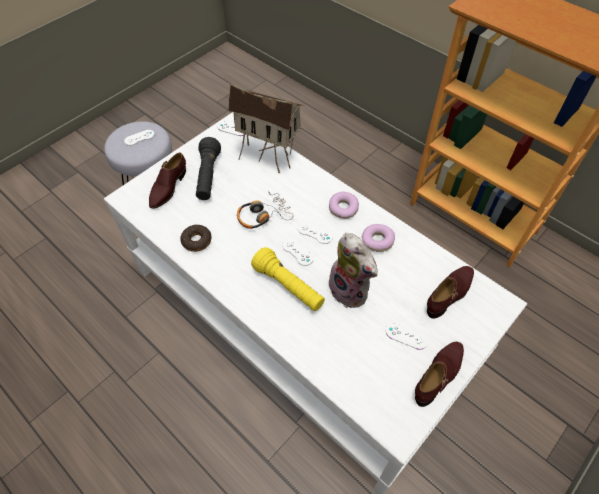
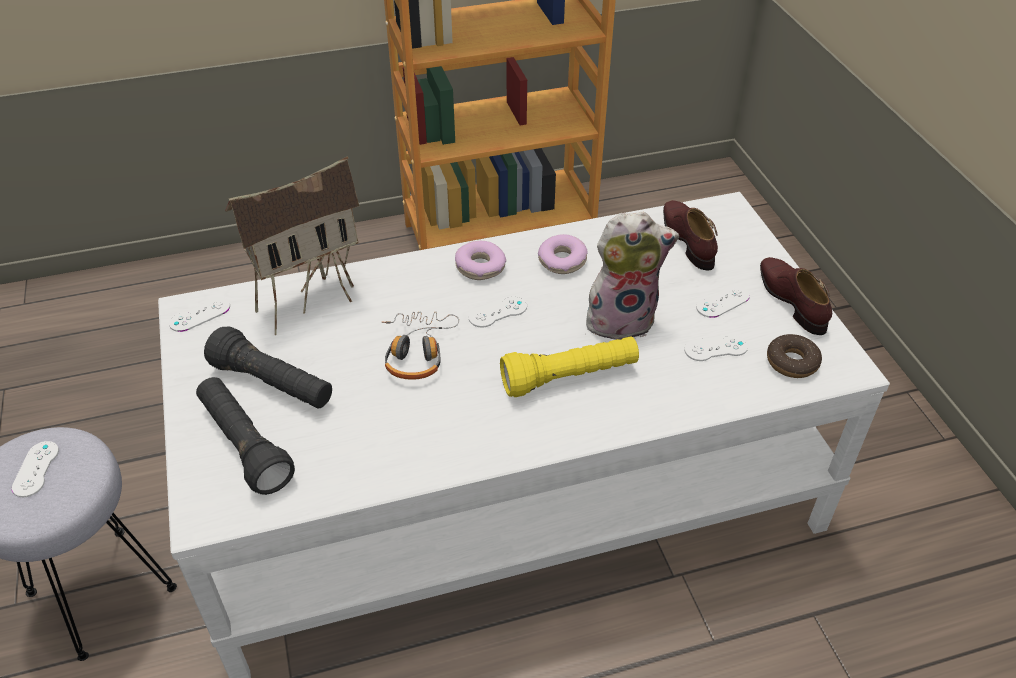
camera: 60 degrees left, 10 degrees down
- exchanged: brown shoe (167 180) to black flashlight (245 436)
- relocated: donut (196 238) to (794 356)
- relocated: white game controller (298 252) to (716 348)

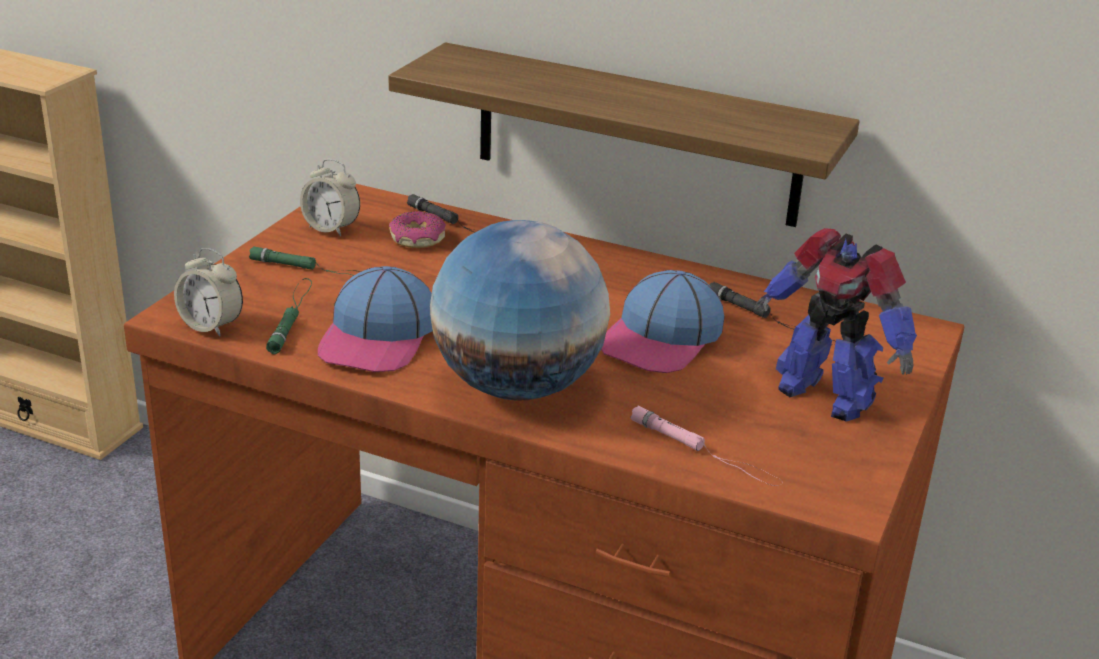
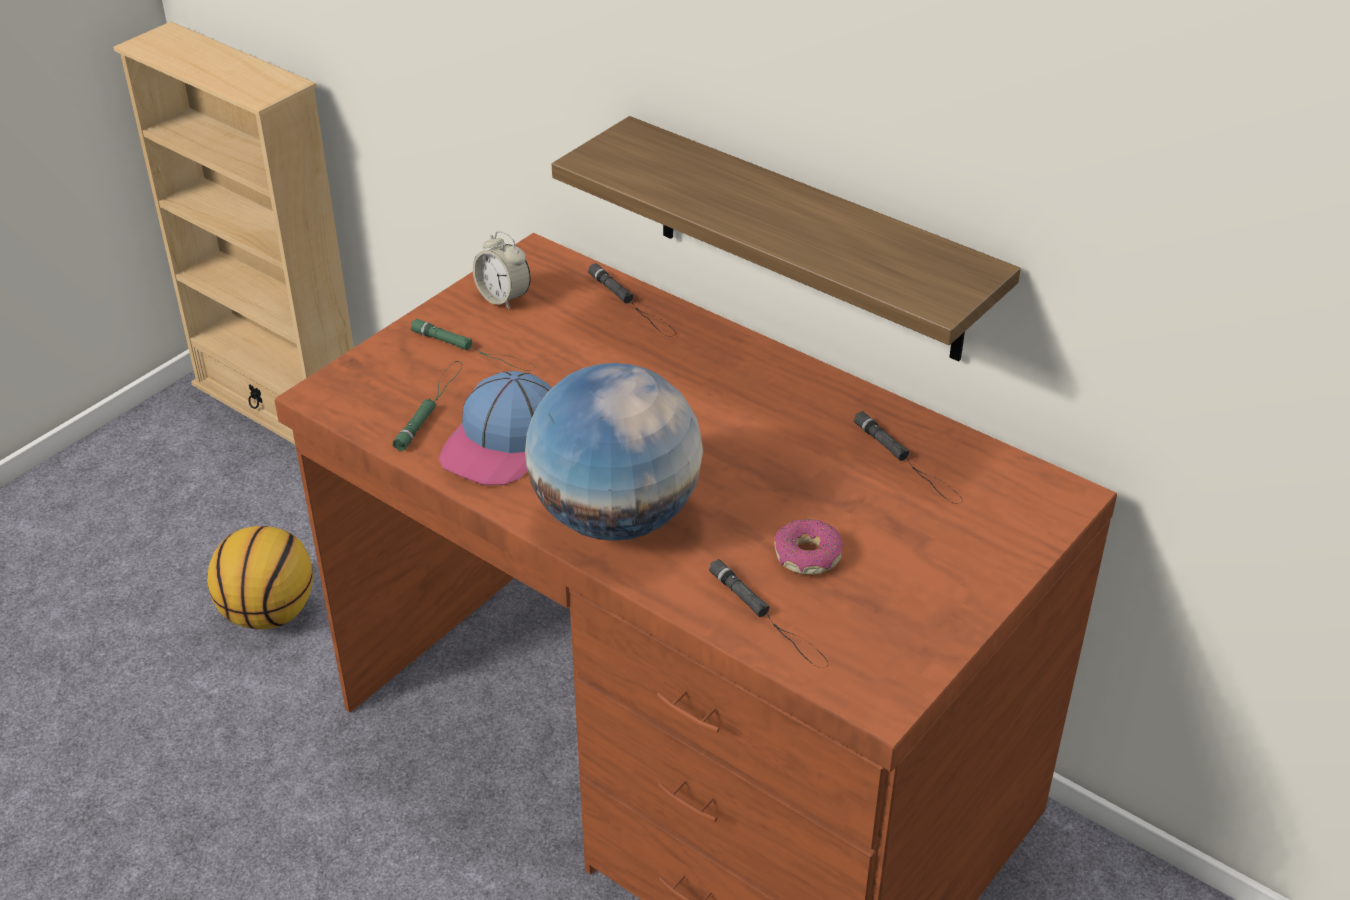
camera: 15 degrees right, 10 degrees up
- relocated: donut (417 229) to (808 547)
- missing: toy robot (836 325)
- missing: alarm clock (208 292)
- missing: cap (663 321)
- colour: pink flashlight (706 446) to black flashlight (768 613)
- appeared: basketball (260 577)

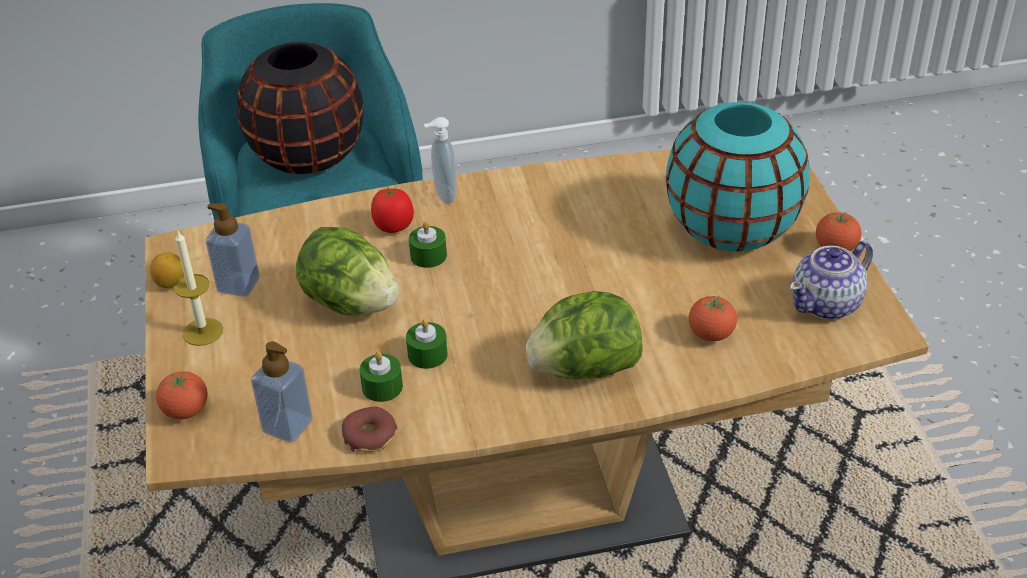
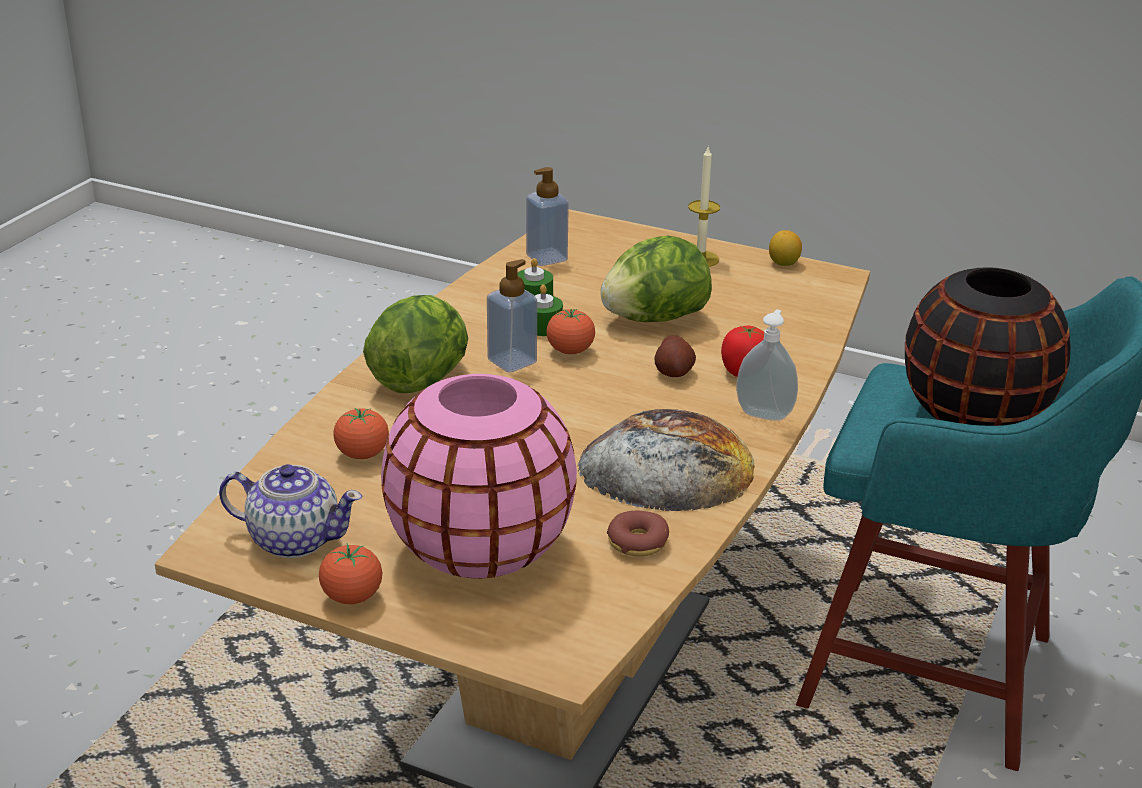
camera: 125 degrees right, 10 degrees down
- colour: turquoise vase (738 176) to pink vase (479 476)
- relocated: soap dispenser (233 250) to (512 316)
- exchanged: green candle (428 244) to potato (675 356)
- spun: teapot (831 280) = (290 511) 105 degrees clockwise
- relocated: tomato (182 395) to (570 331)
- relocated: donut (369 429) to (638 533)
- appeared: bread (666 460)

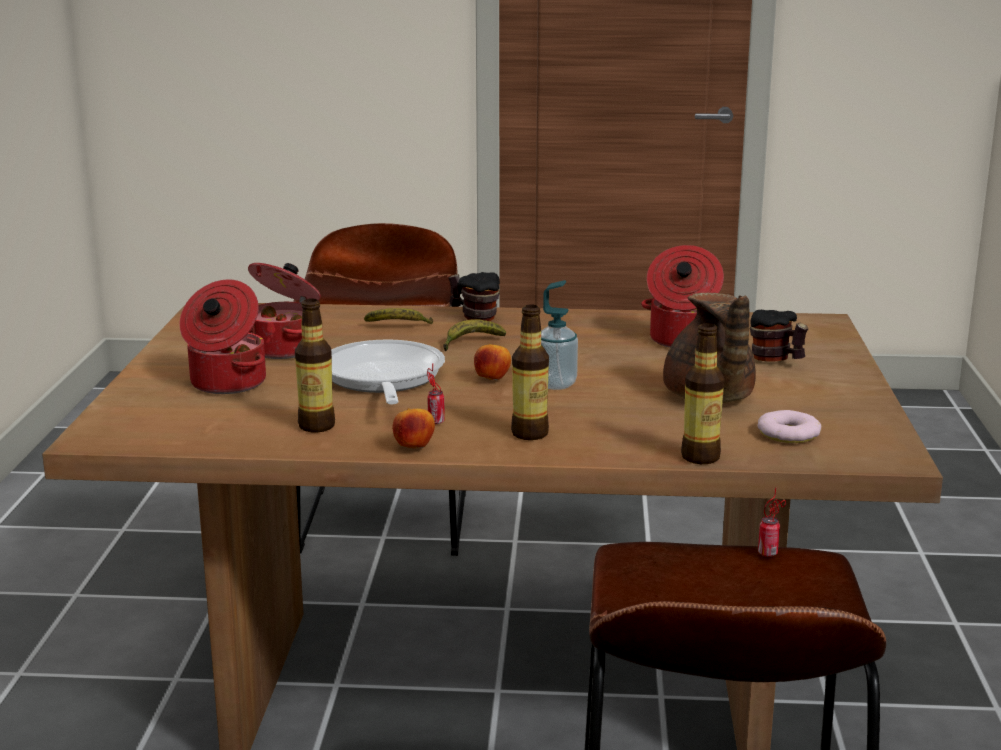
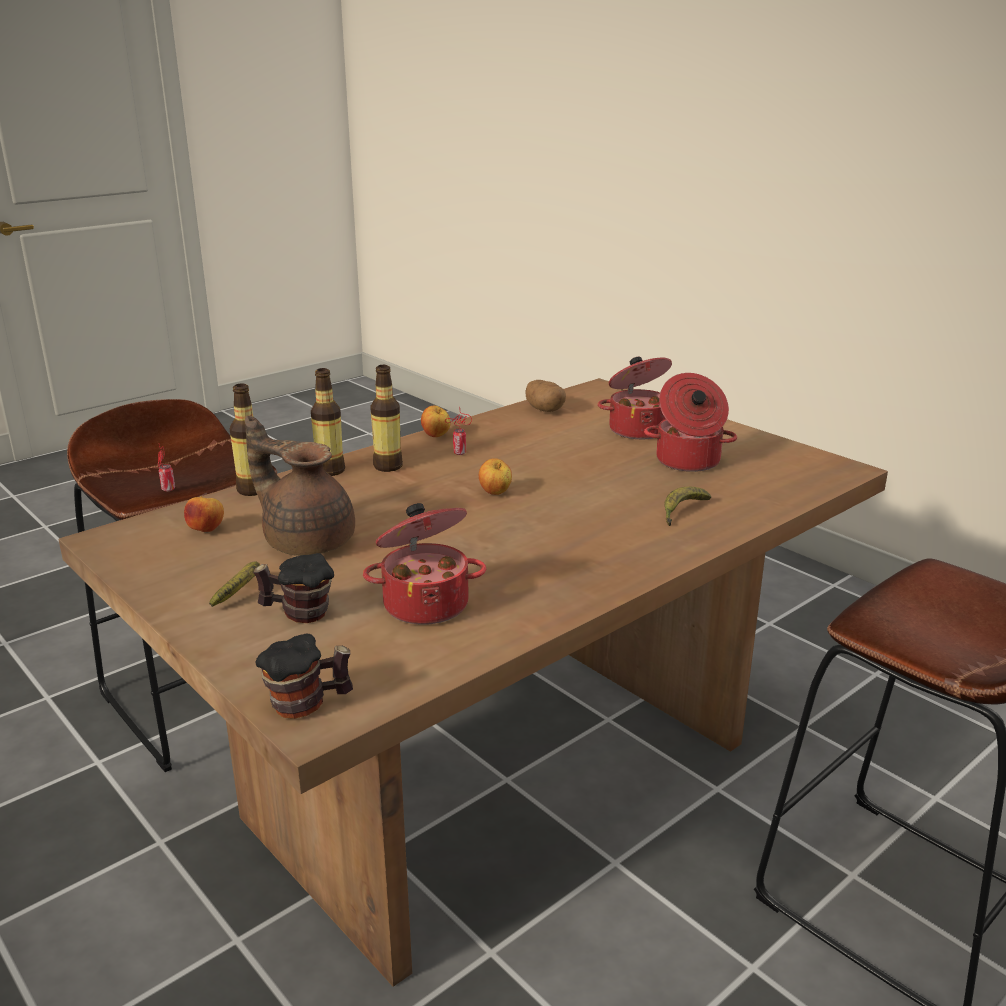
camera: 135 degrees right, 5 degrees up
- relocated: mug (474 296) to (304 676)
- missing: soap dispenser (559 335)
- relocated: bottle (315 365) to (328 422)
- relocated: banana (474 335) to (234 584)
- missing: frying pan (388 372)
- exchanged: donut (789 426) to apple (204 514)
- appeared: potato (545 396)

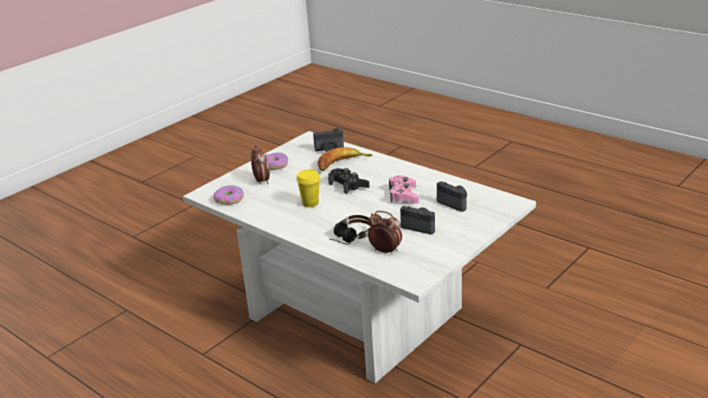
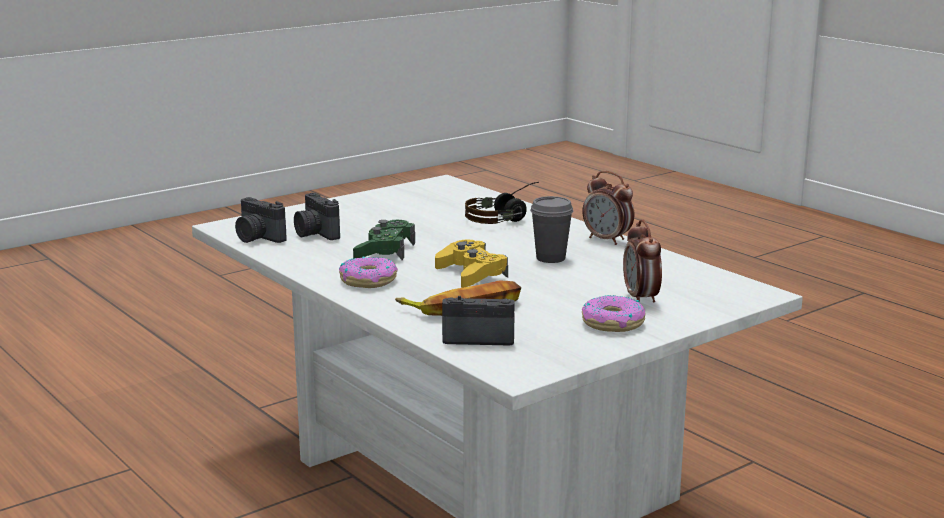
camera: 170 degrees left, 10 degrees down
- colour: black game controller (348 181) to yellow game controller (471 264)
- colour: yellow cup (308 188) to grey cup (551 229)
- colour: pink game controller (404 189) to green game controller (384 240)
- relocated: donut (228 195) to (368 272)
- relocated: photo camera (417 220) to (261 220)
- relocated: alarm clock (385 233) to (608 208)

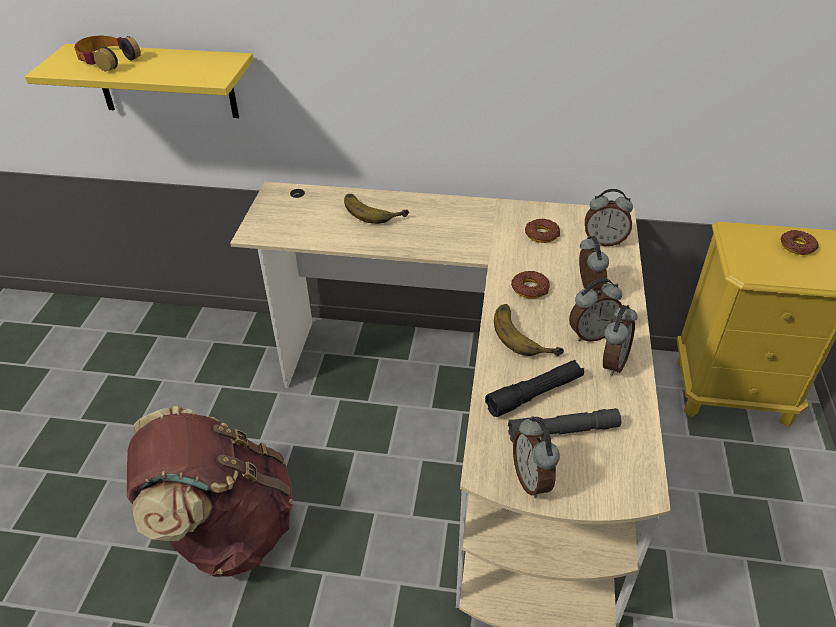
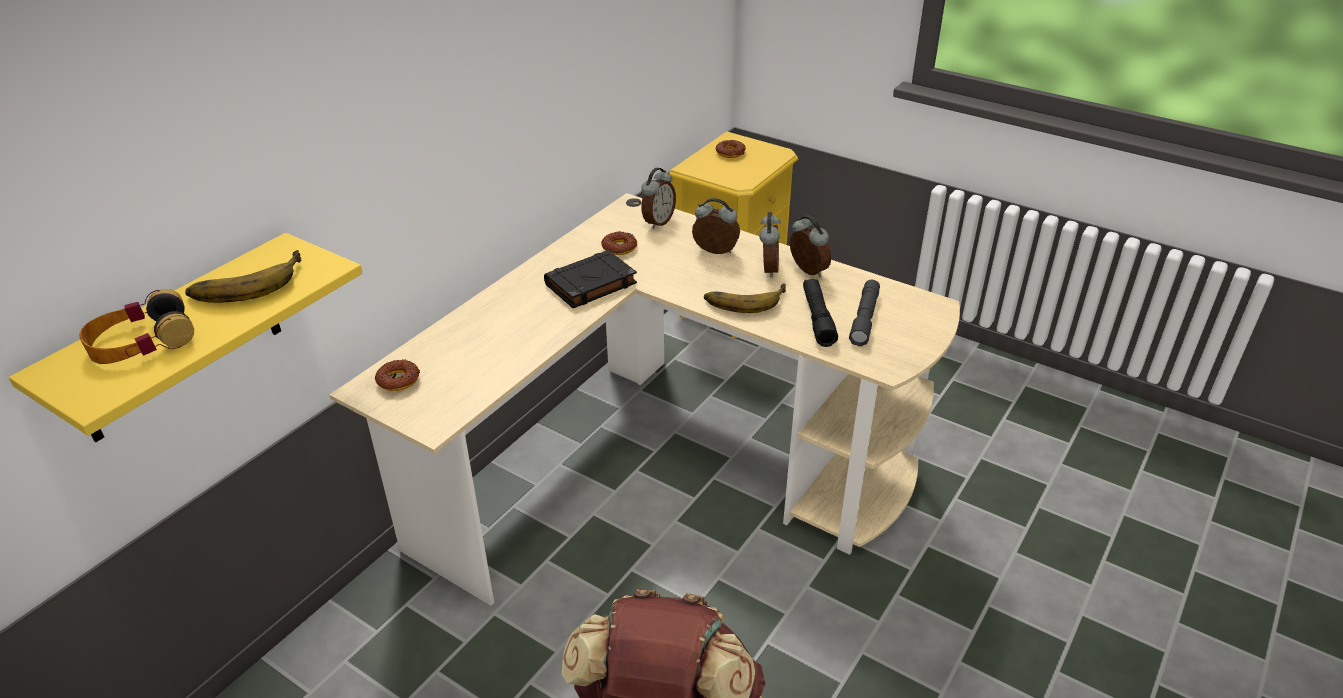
camera: 65 degrees left, 5 degrees down
- relocated: banana (376 209) to (243 276)
- relocated: donut (530 285) to (397 375)
- missing: alarm clock (536 457)
- appeared: black book (590 279)

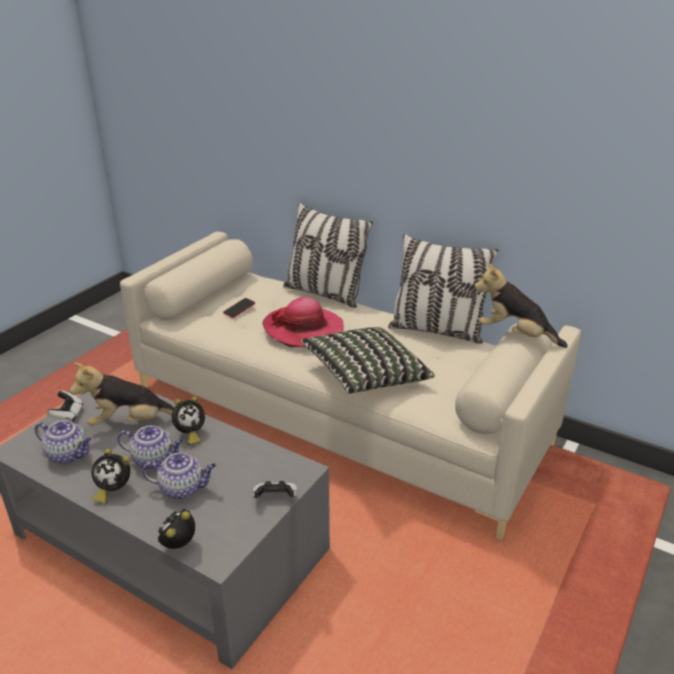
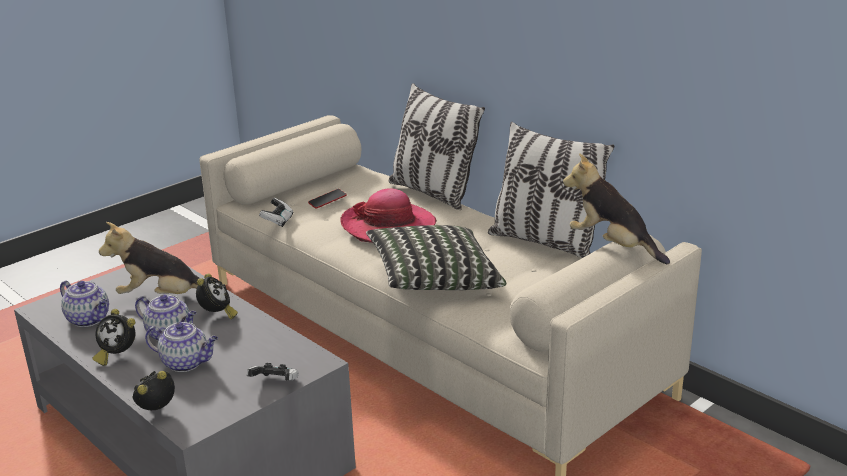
camera: 15 degrees right, 5 degrees down
- relocated: game controller (65 406) to (276 212)
- spun: alarm clock (188 421) = (217 296) 60 degrees counterclockwise

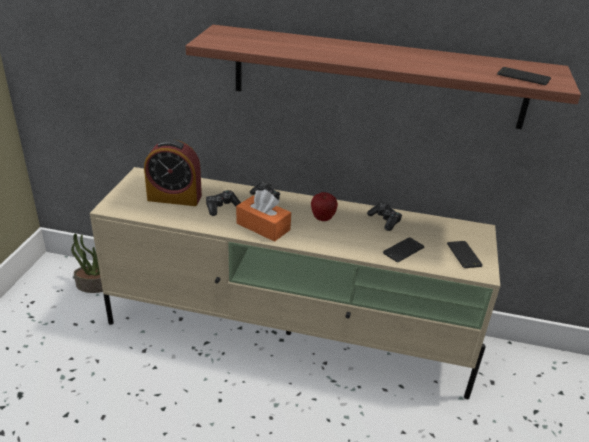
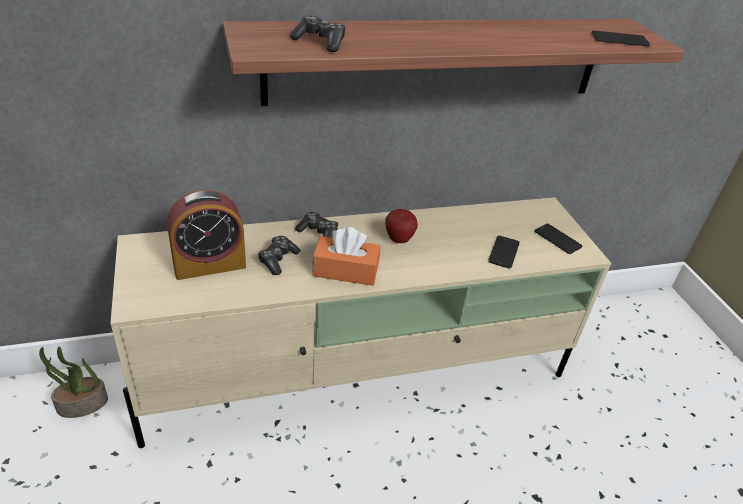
camera: 30 degrees left, 5 degrees up
- relocated: game controller (384 216) to (318 33)

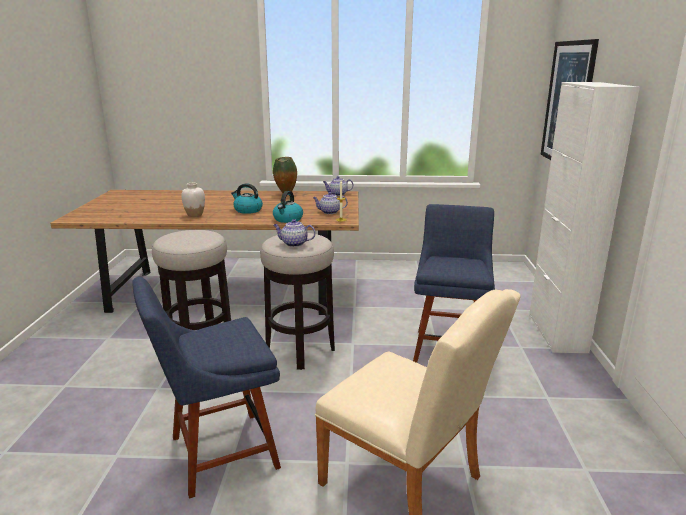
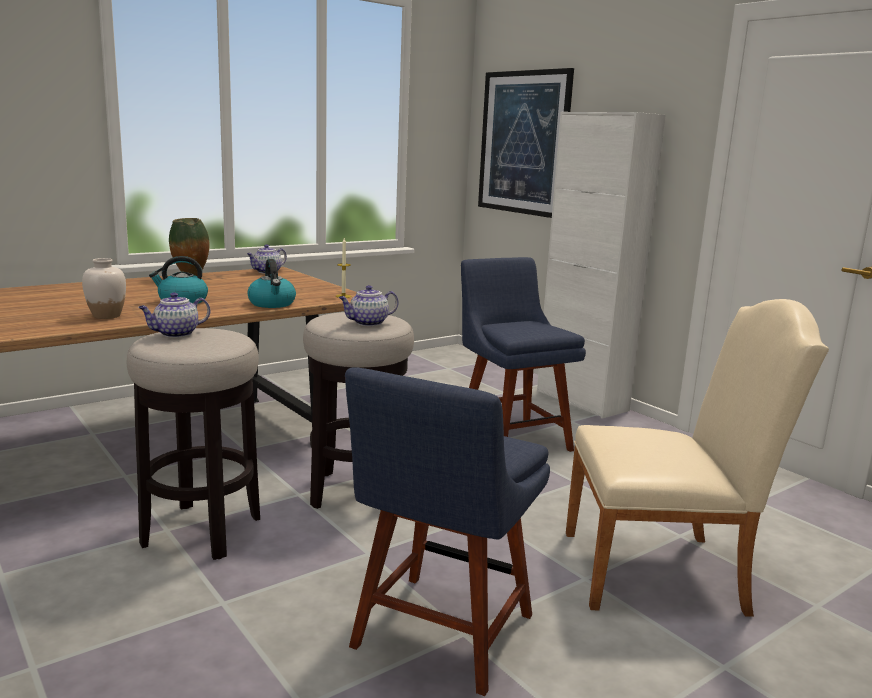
camera: 40 degrees left, 5 degrees down
- relocated: teapot (330 203) to (174 315)

